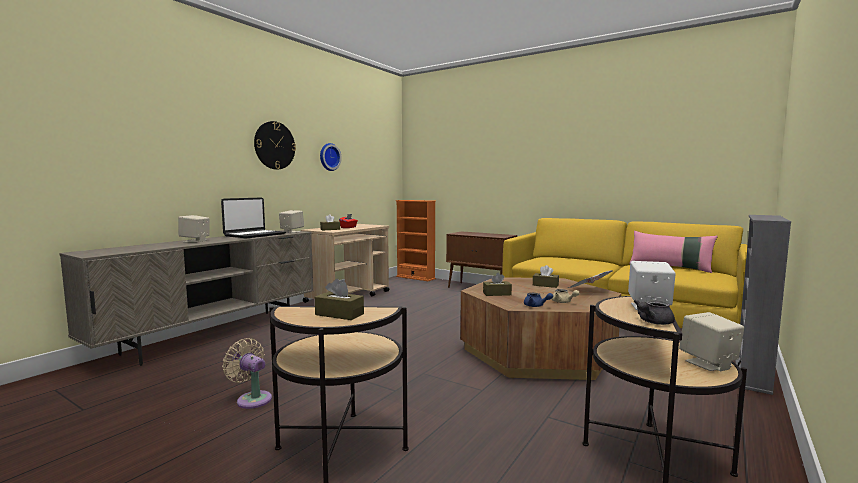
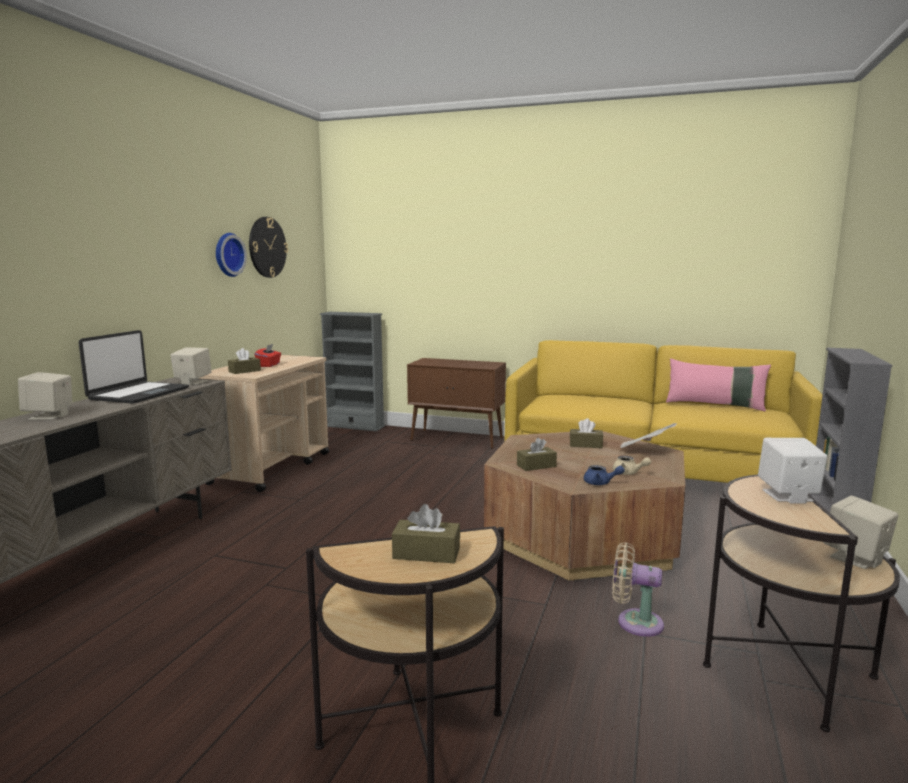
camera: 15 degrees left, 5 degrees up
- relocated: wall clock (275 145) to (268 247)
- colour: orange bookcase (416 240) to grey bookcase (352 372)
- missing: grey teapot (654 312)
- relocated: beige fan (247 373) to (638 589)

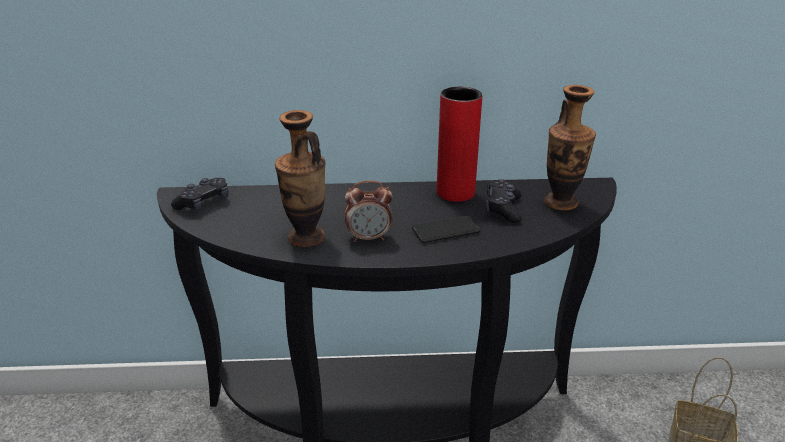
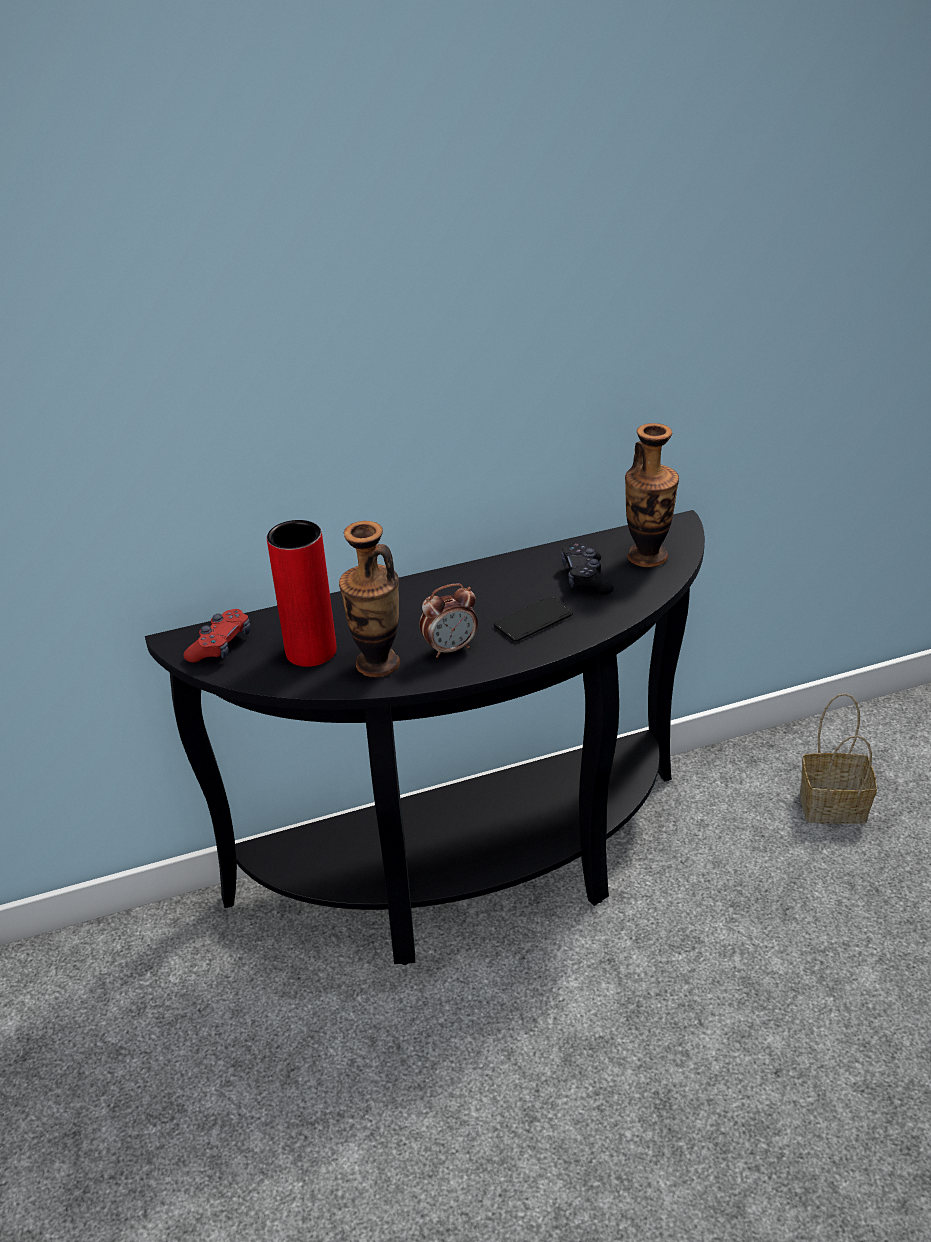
camera: 15 degrees left, 5 degrees up
- relocated: red vase (460 144) to (302 593)
- colour: black game controller (200 194) to red game controller (217 636)

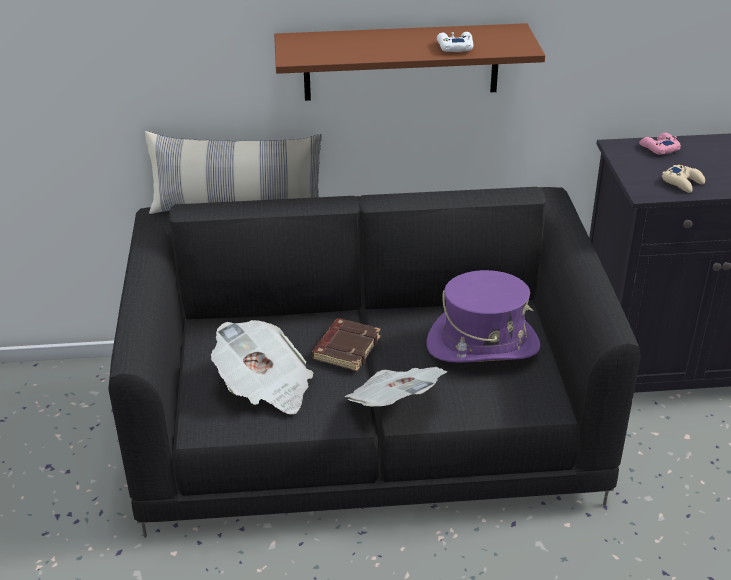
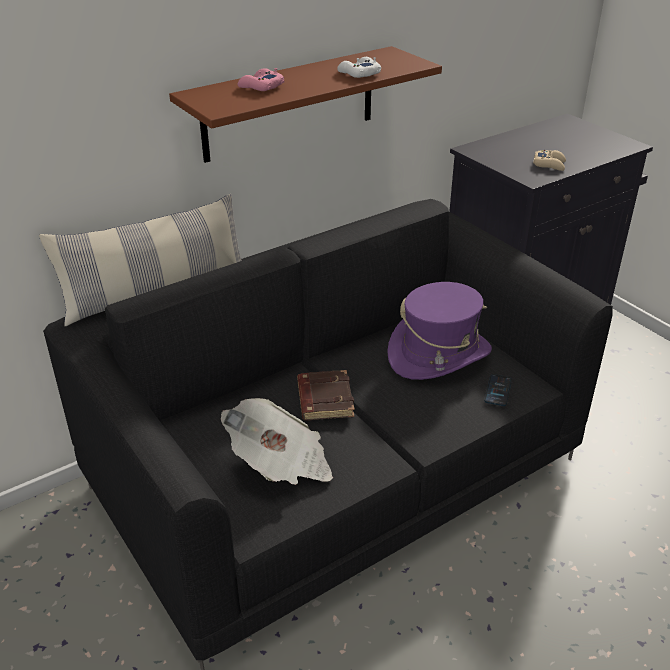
camera: 30 degrees left, 0 degrees up
- relocated: pink game controller (660 144) to (260 79)
- missing: newspaper (396 387)
- appeared: phone (498 390)

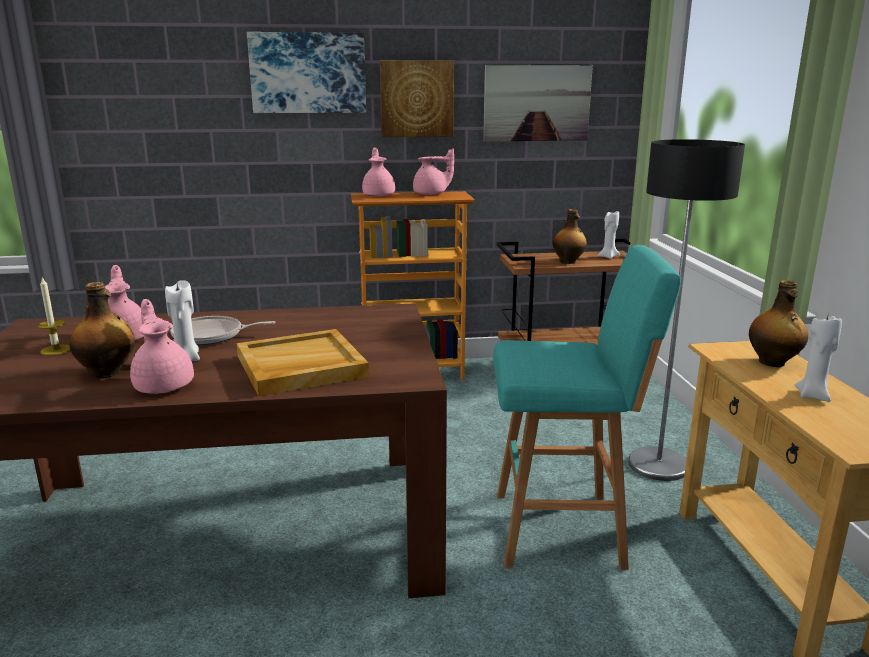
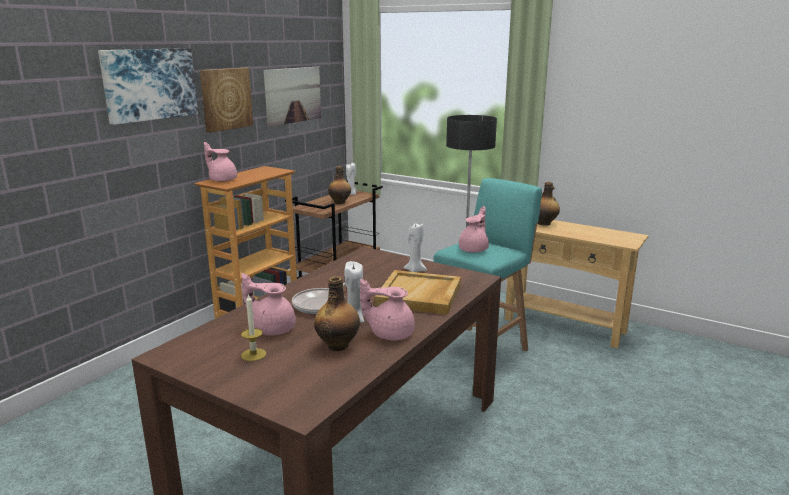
camera: 50 degrees left, 0 degrees up
- relocated: pink teapot (433 171) to (474 229)
- relocated: white candle (818 359) to (415 247)

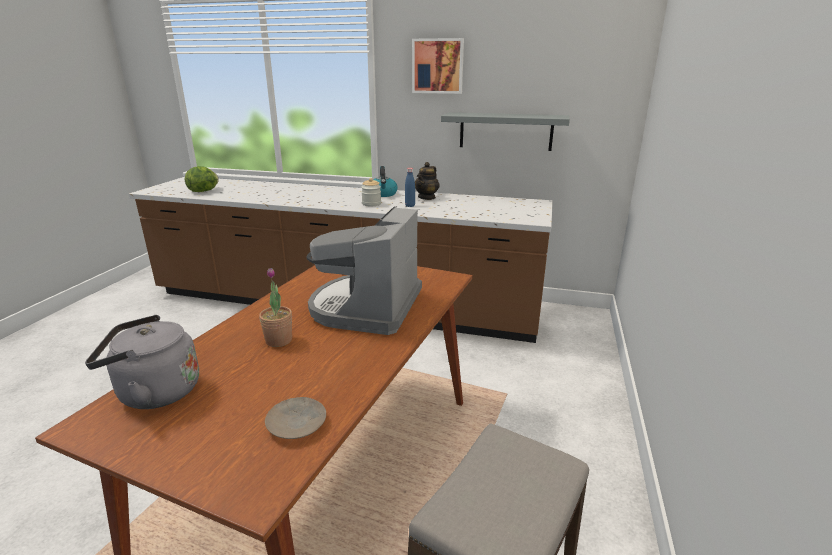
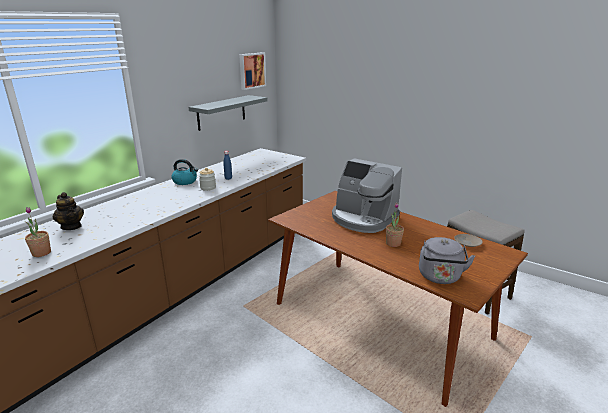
camera: 70 degrees left, 0 degrees up
- relocated: picture (438 66) to (252 71)
- relocated: teapot (427 181) to (68 211)
- exchanged: lettuce (202 179) to potted plant (38 232)

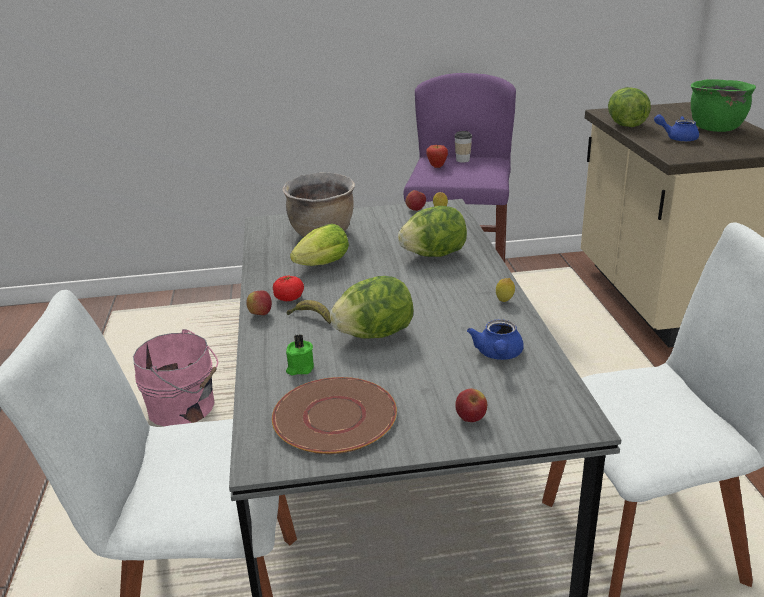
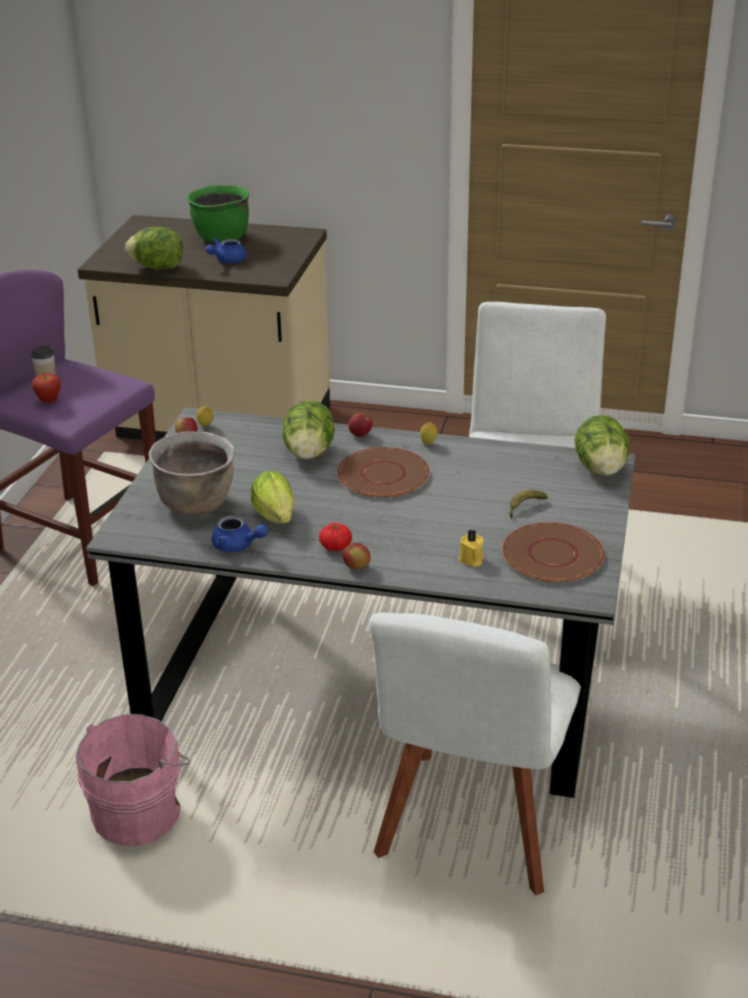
camera: 70 degrees left, 5 degrees up
- relocated: lettuce (371 307) to (602 445)
- relocated: banana (308 312) to (528 504)
- relocated: blue teapot (495 339) to (239 533)
- colour: green candle (300 355) to yellow candle (471 548)
- relocated: apple (471 405) to (360 425)
- appeared: brown plate (383 472)

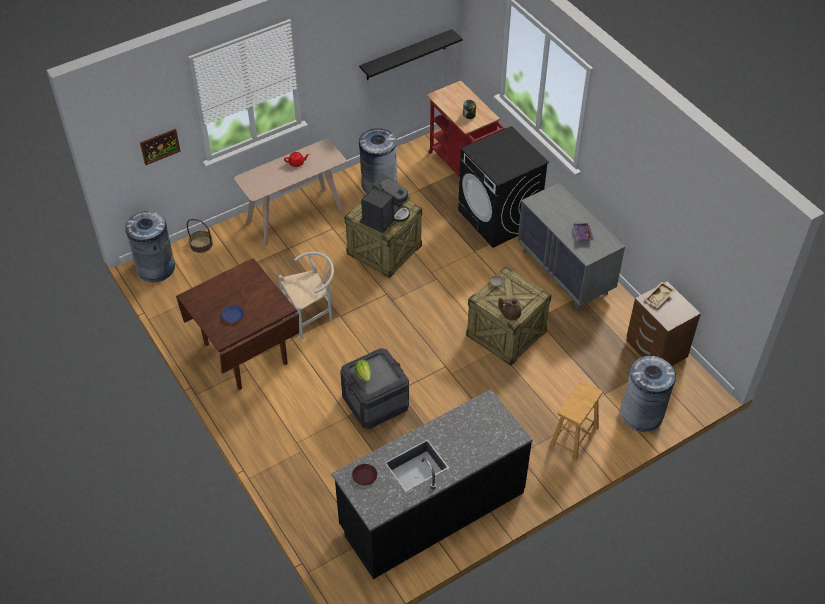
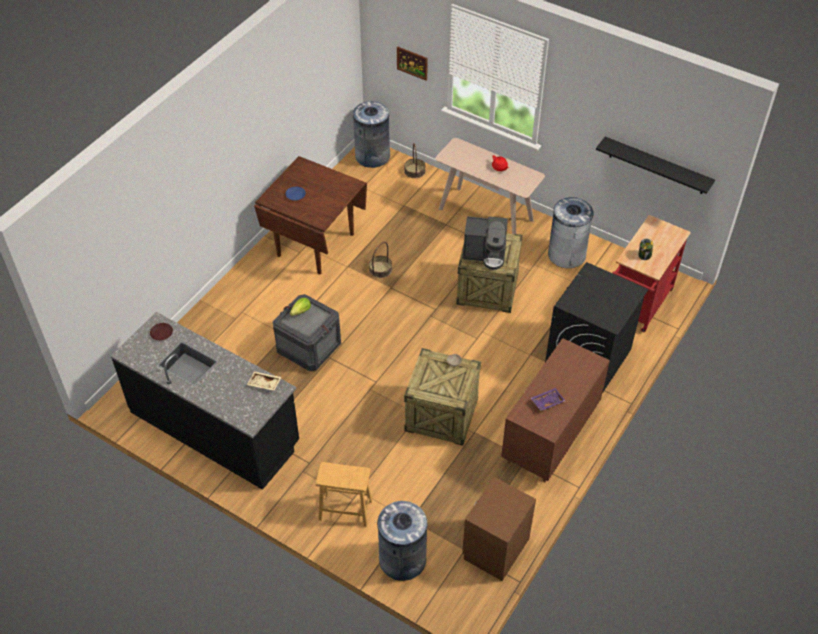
camera: 65 degrees right, 0 degrees up
- colour: grey dresser (571 246) to brown dresser (555 410)
- exchanged: white chair (306 295) to basket (380 260)
- relocated: beige tray (660 294) to (264 381)
- missing: brown teapot (509 309)

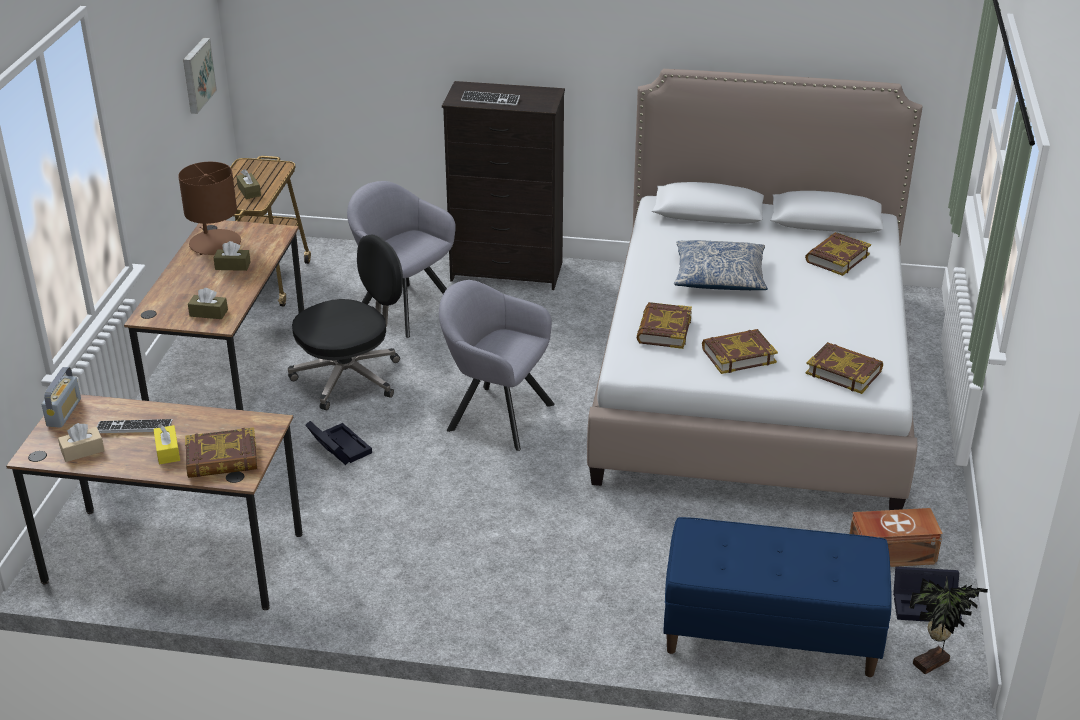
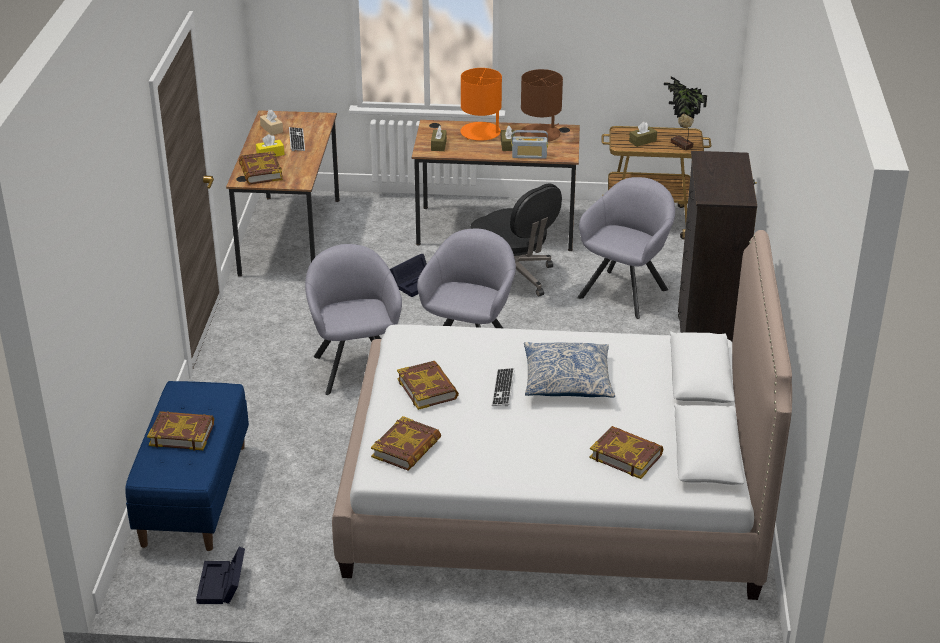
camera: 85 degrees right, 0 degrees up
- missing: picture (200 76)
- relocated: keyboard (490 98) to (503 387)
- relocated: book (664 325) to (180 430)
- relocated: radio (61 397) to (530 144)
- missing: brown storage box (896 537)
- relocated: potted plant (949 626) to (685 113)
- appeared: orange table lamp (481 104)
- appeared: grey armchair (353 319)

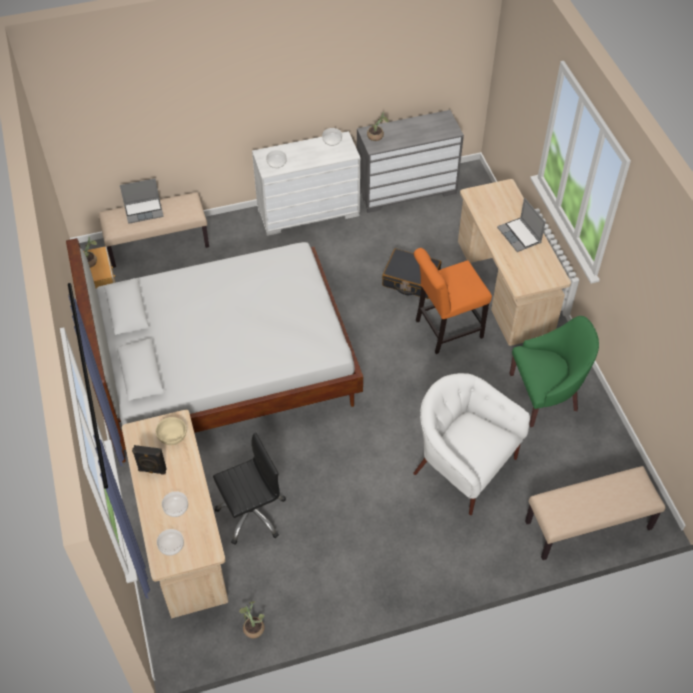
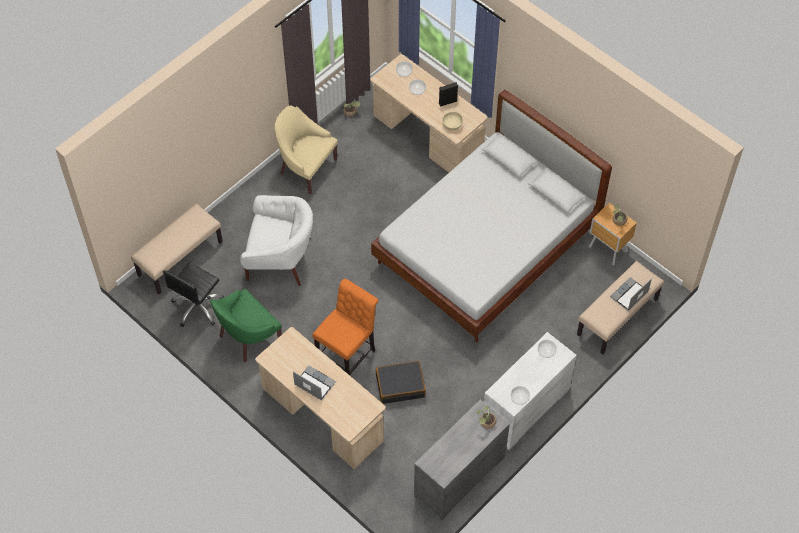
camera: 150 degrees right, 5 degrees up
- relocated: black office chair (249 489) to (193 294)
- appeared: beige armchair (306 149)

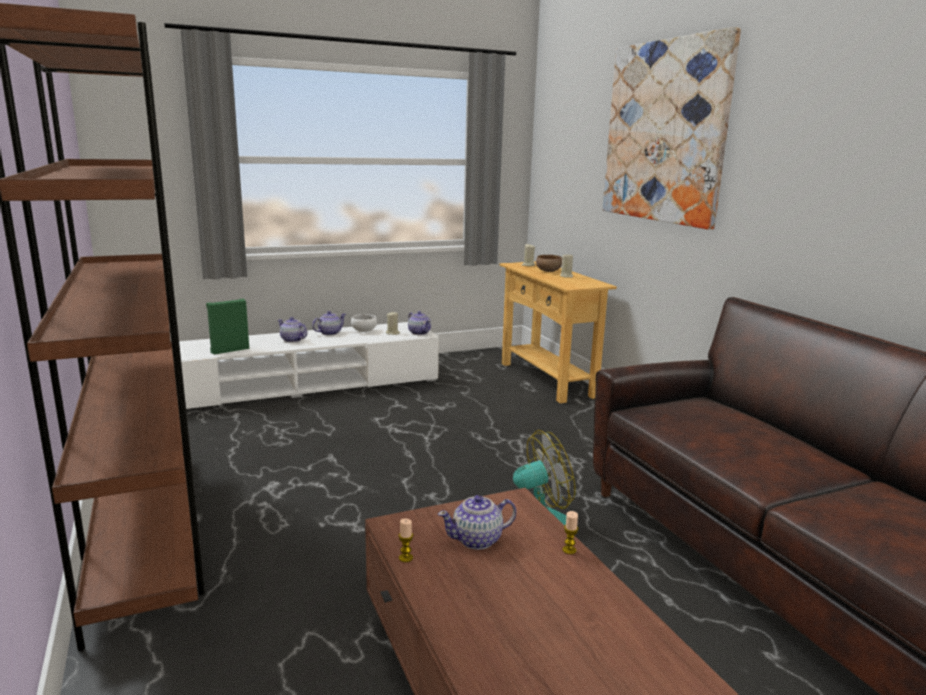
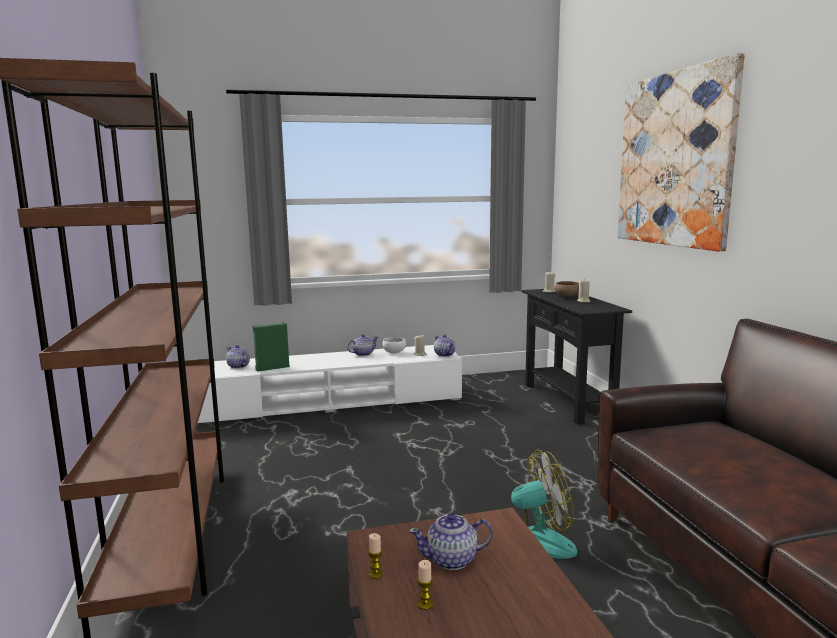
camera: 10 degrees right, 5 degrees down
- colour: beige console table (558 332) to black console table (577 356)
- relocated: teapot (293 330) to (238 357)
- relocated: candle (570 532) to (425 585)

